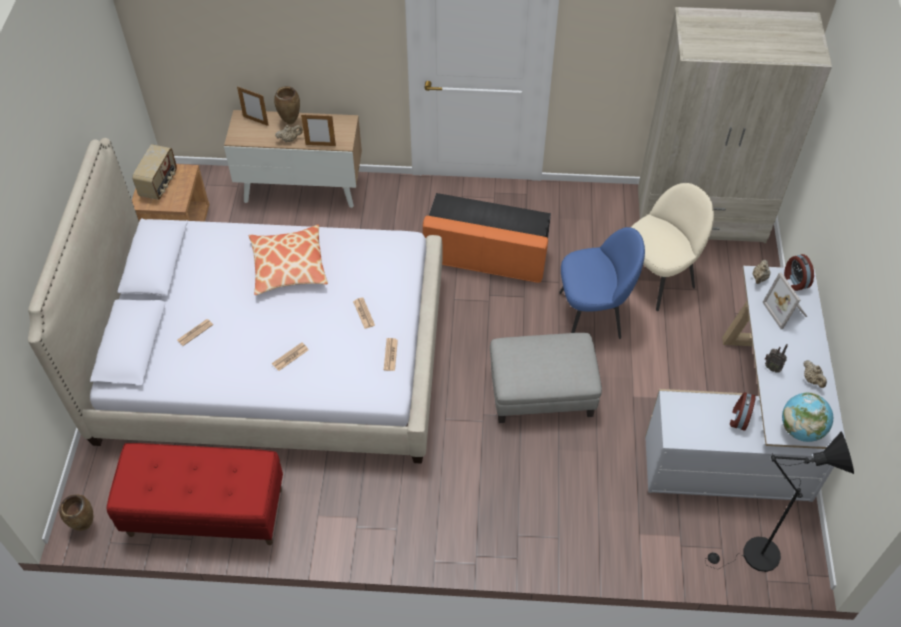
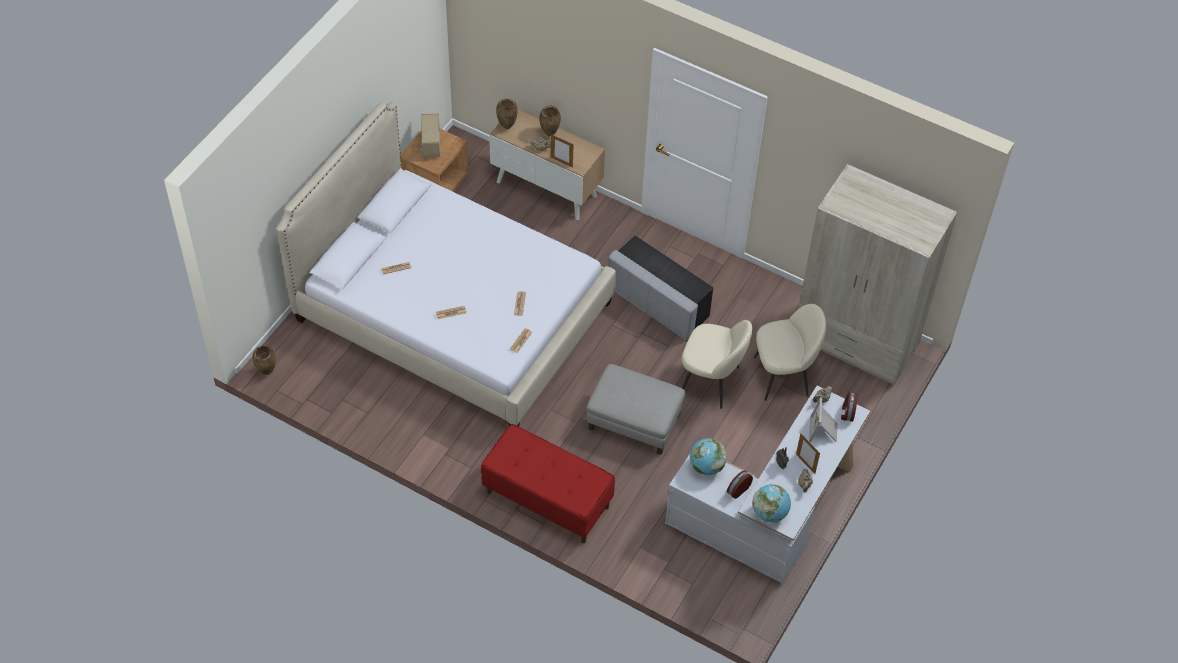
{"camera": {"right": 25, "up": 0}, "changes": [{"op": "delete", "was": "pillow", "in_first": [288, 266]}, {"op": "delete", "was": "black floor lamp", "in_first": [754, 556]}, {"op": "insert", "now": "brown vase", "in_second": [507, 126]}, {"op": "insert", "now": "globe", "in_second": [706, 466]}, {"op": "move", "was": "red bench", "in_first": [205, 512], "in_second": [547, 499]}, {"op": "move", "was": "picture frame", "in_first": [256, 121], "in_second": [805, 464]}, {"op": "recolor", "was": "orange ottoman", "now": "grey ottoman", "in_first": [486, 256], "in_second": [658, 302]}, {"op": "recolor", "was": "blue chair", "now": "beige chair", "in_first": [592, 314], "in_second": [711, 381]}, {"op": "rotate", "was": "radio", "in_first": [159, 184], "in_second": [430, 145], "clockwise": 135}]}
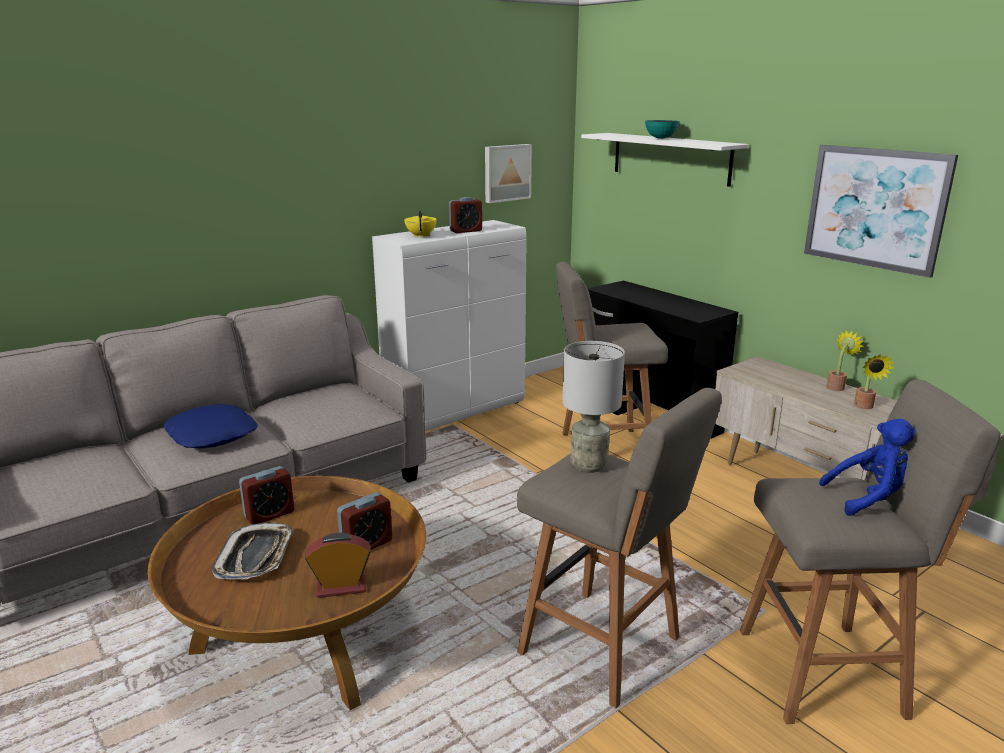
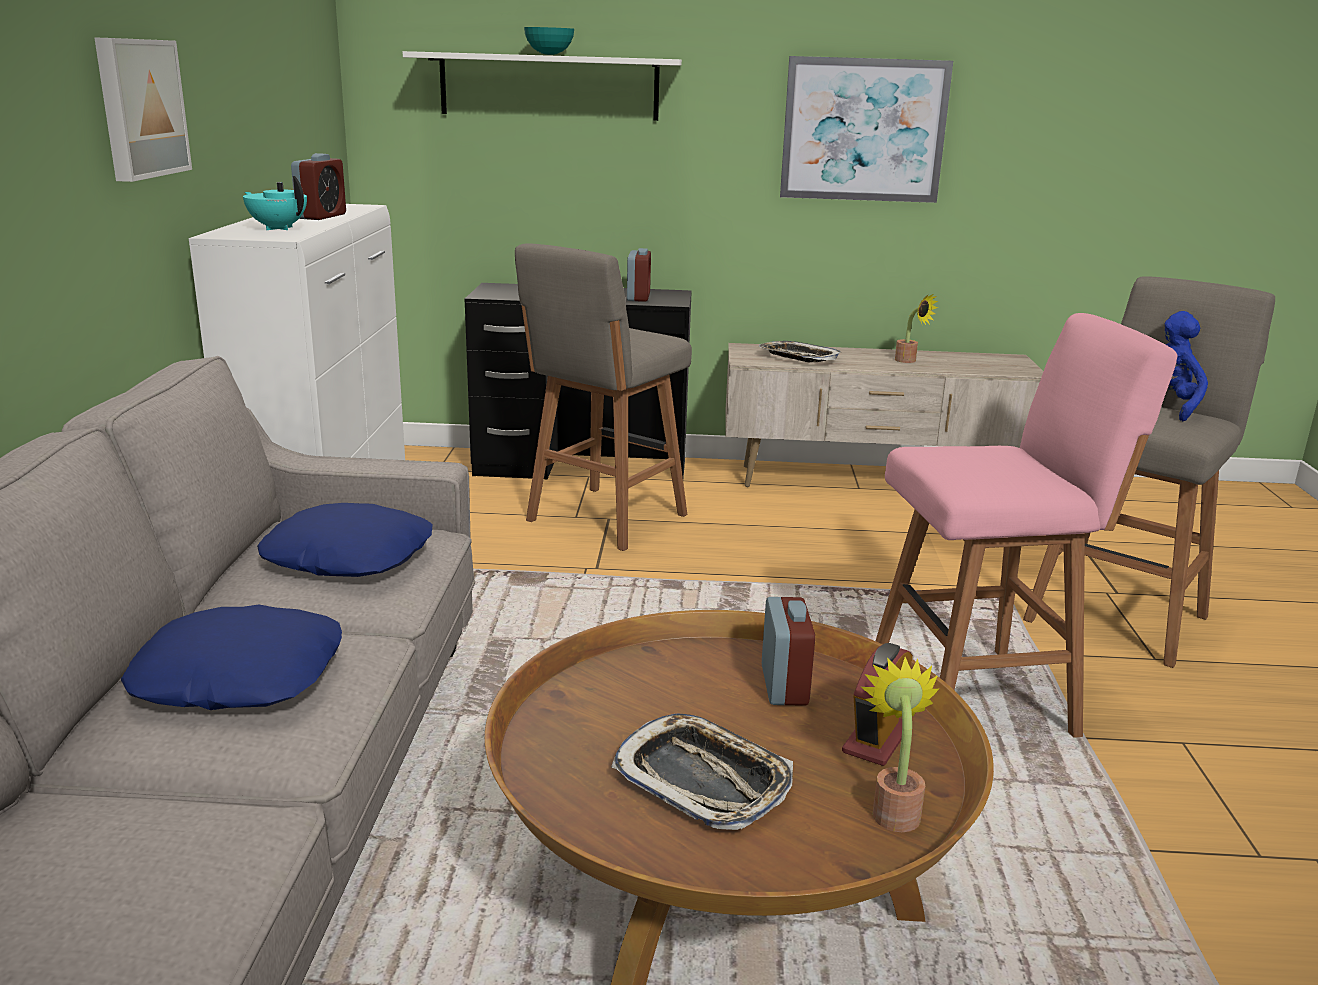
{"camera": {"right": -50, "up": 0}, "changes": [{"op": "delete", "was": "grey table lamp", "in_first": [588, 465]}, {"op": "insert", "now": "blue pillow", "in_second": [349, 556]}, {"op": "insert", "now": "tray", "in_second": [798, 357]}, {"op": "move", "was": "alarm clock", "in_first": [269, 514], "in_second": [638, 297]}, {"op": "move", "was": "picture", "in_first": [506, 173], "in_second": [139, 108]}, {"op": "move", "was": "potted plant", "in_first": [837, 386], "in_second": [894, 810]}, {"op": "recolor", "was": "yellow teapot", "now": "turquoise teapot", "in_first": [421, 236], "in_second": [278, 228]}, {"op": "recolor", "was": "grey stool", "now": "pink stool", "in_first": [604, 648], "in_second": [978, 697]}]}
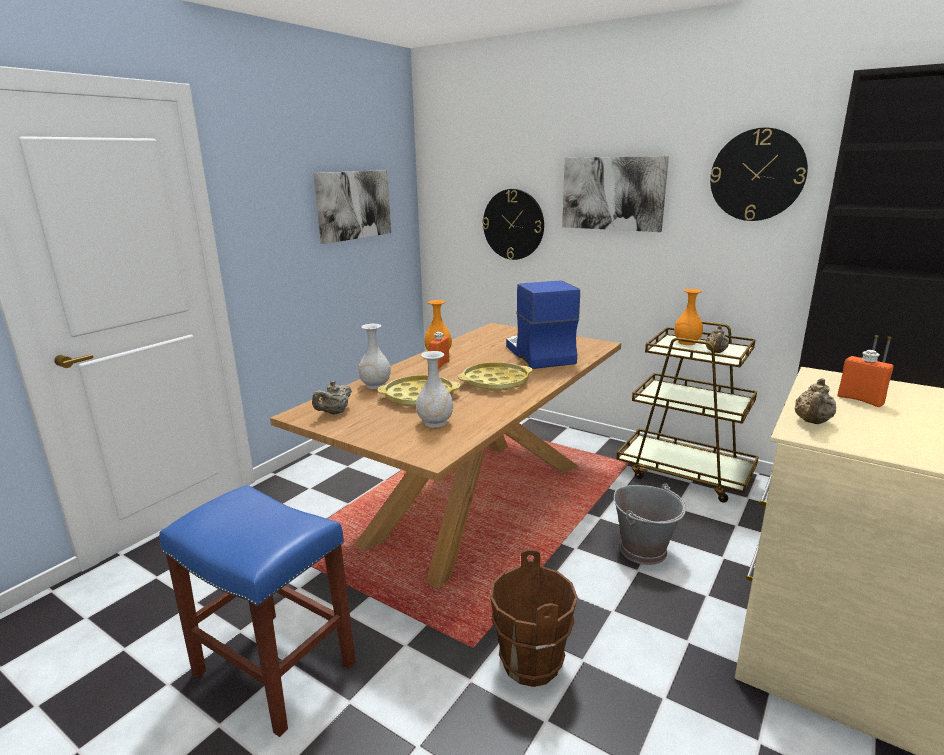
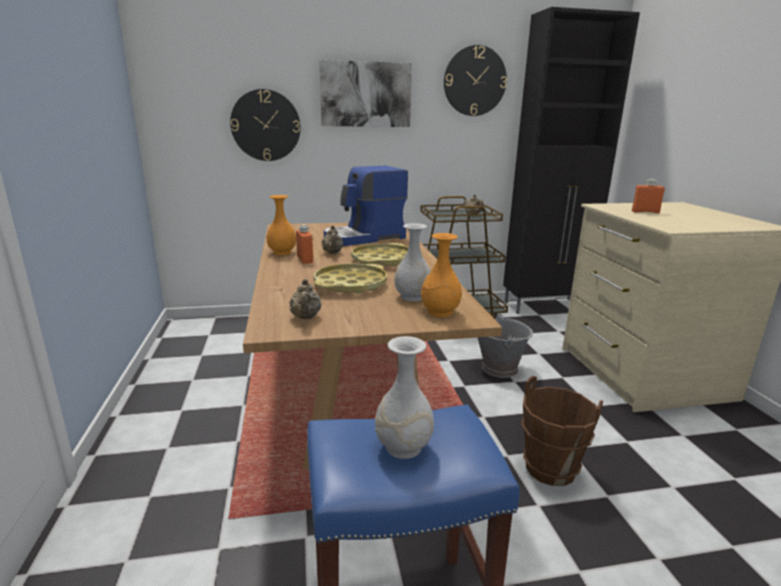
{"camera": {"right": -45, "up": 0}, "changes": [{"op": "delete", "was": "picture", "in_first": [353, 205]}, {"op": "move", "was": "white vase", "in_first": [375, 385], "in_second": [402, 447]}, {"op": "move", "was": "orange vase", "in_first": [686, 342], "in_second": [439, 312]}, {"op": "move", "was": "beige teapot", "in_first": [812, 422], "in_second": [332, 253]}, {"op": "rotate", "was": "coffee machine", "in_first": [538, 354], "in_second": [365, 237], "clockwise": -60}]}
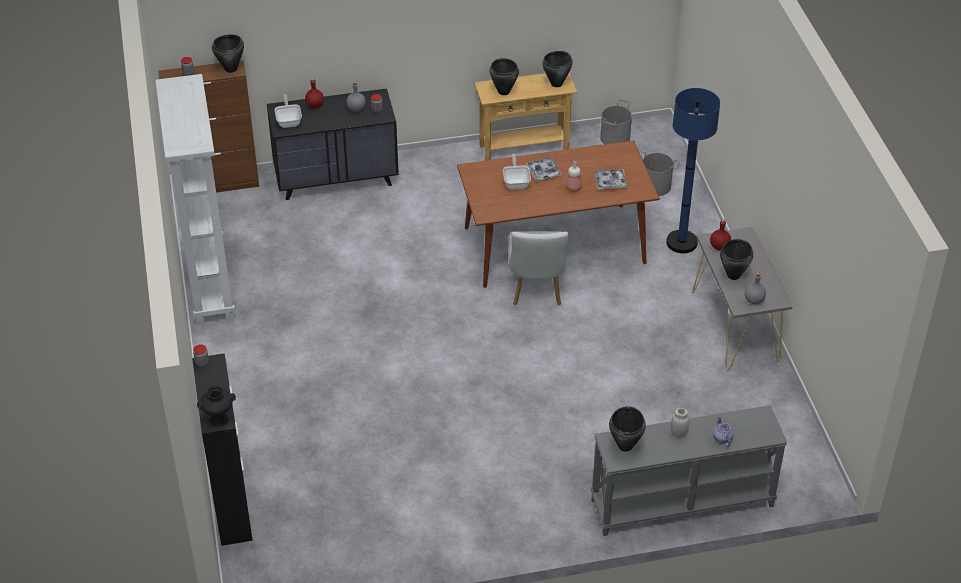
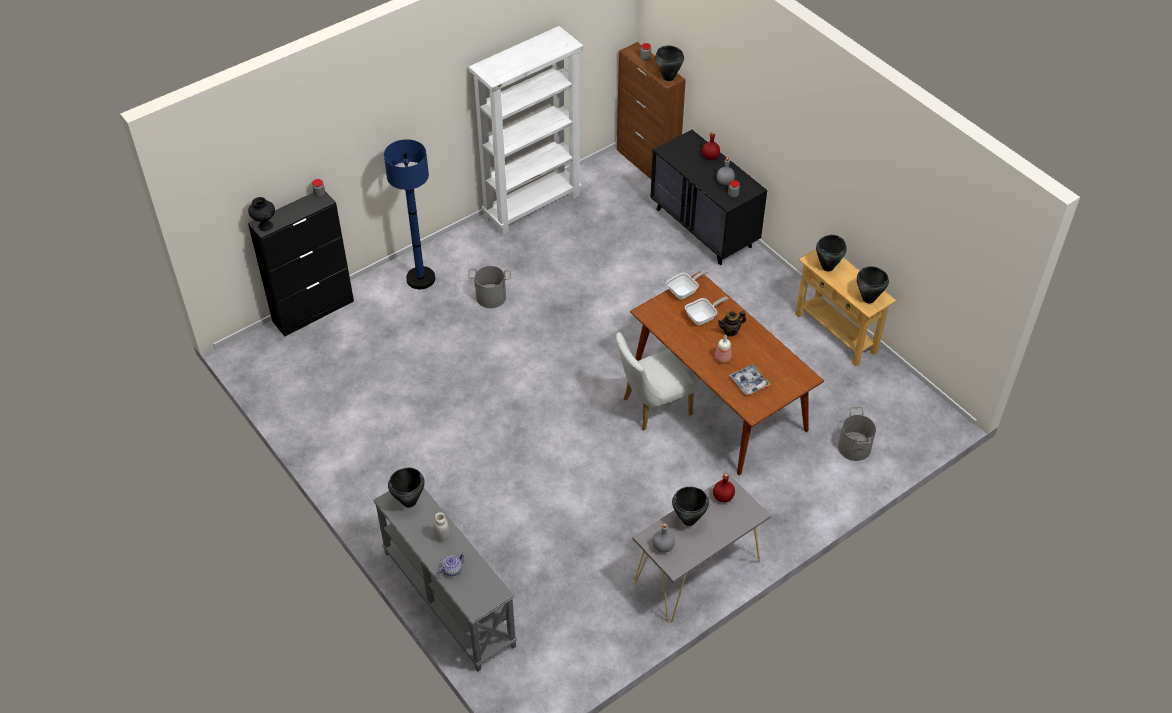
{"camera": {"right": 65, "up": 5}, "changes": [{"op": "move", "was": "frying pan", "in_first": [289, 121], "in_second": [684, 292]}, {"op": "move", "was": "grey bucket", "in_first": [615, 138], "in_second": [491, 297]}, {"op": "move", "was": "blue floor lamp", "in_first": [681, 242], "in_second": [421, 279]}, {"op": "replace", "was": "tray", "now": "teapot", "in_first": [543, 172], "in_second": [730, 331]}]}
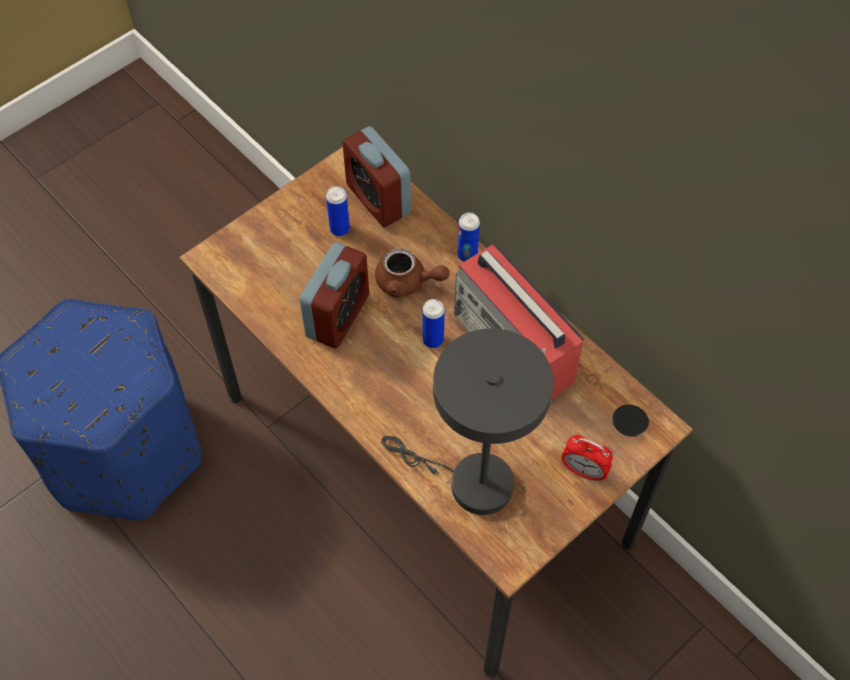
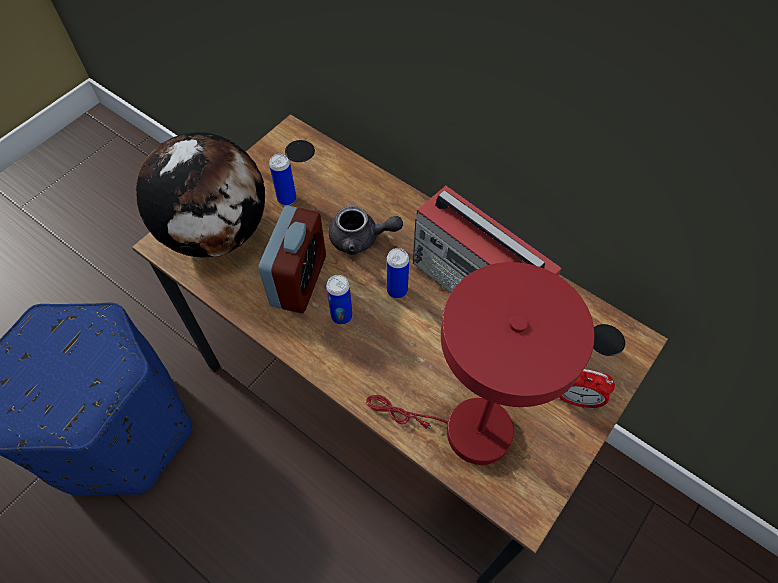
{"camera": {"right": -10, "up": 0}, "changes": [{"op": "delete", "was": "alarm clock", "in_first": [378, 199]}, {"op": "insert", "now": "globe", "in_second": [217, 232]}, {"op": "move", "was": "can", "in_first": [467, 255], "in_second": [341, 316]}, {"op": "recolor", "was": "brown teapot", "now": "grey teapot", "in_first": [407, 282], "in_second": [361, 239]}, {"op": "recolor", "was": "grey table lamp", "now": "red table lamp", "in_first": [470, 482], "in_second": [466, 430]}]}
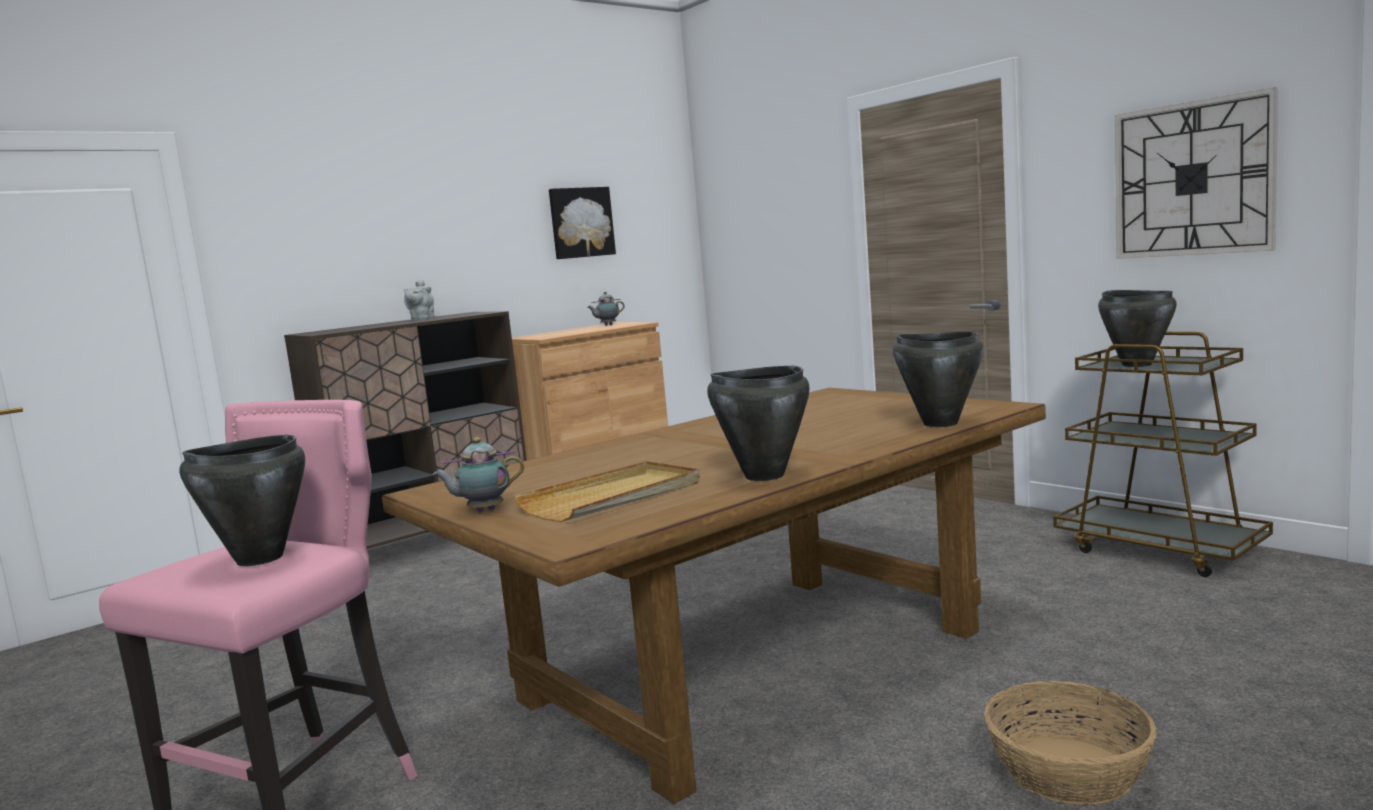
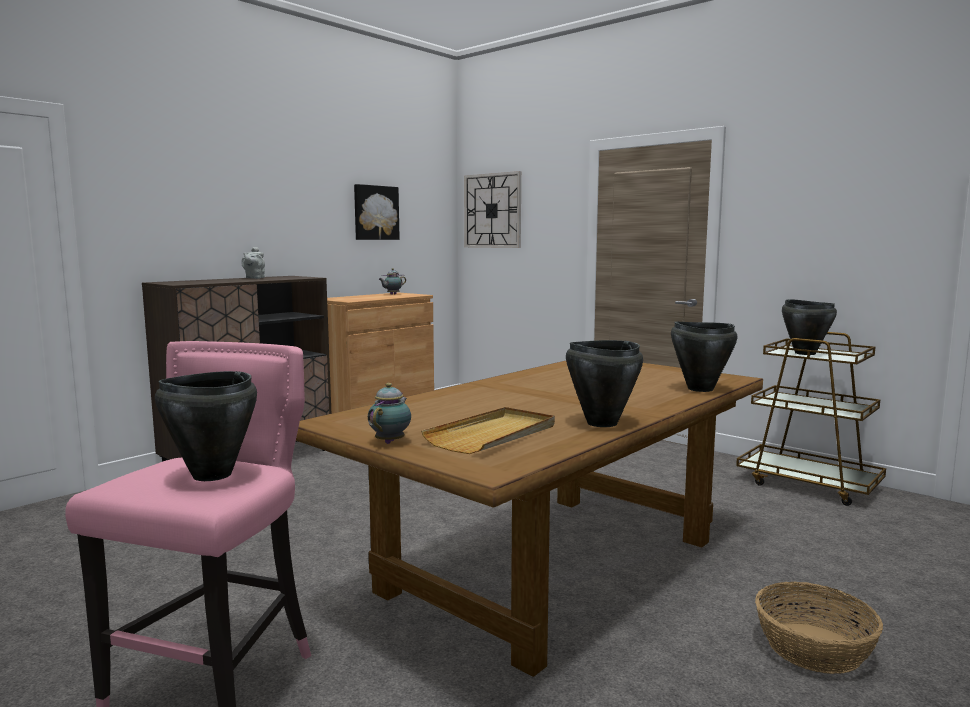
{"camera": {"right": -10, "up": 0}, "changes": [{"op": "move", "was": "wall clock", "in_first": [1192, 179], "in_second": [492, 210]}, {"op": "rotate", "was": "teapot", "in_first": [483, 511], "in_second": [391, 441], "clockwise": 135}]}
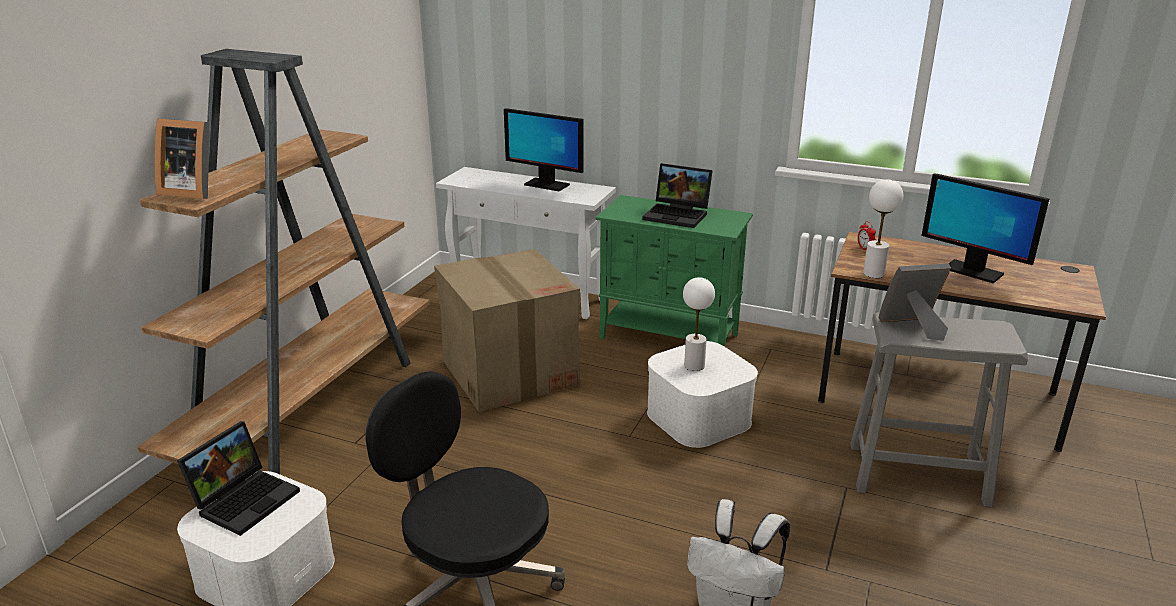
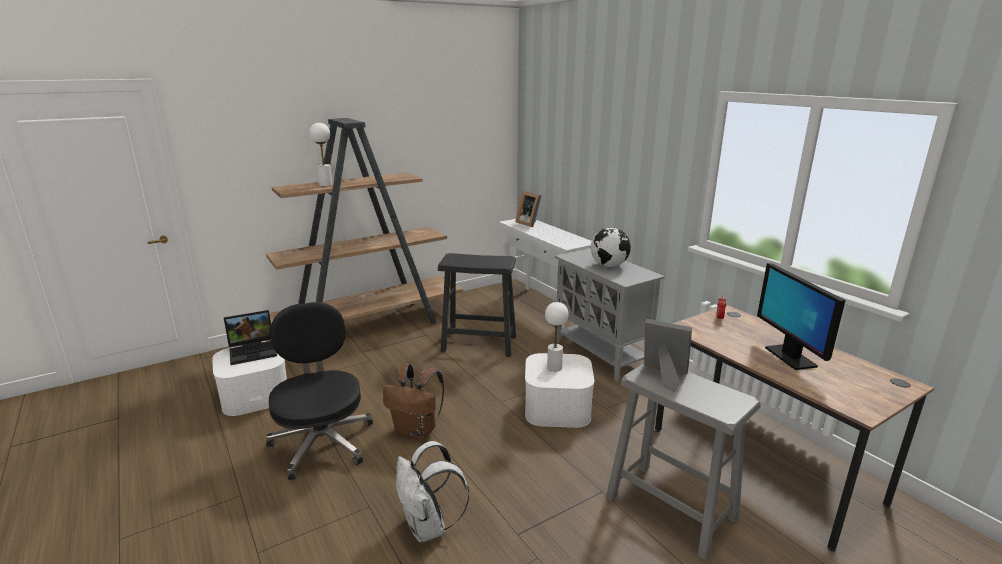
{"camera": {"right": 35, "up": -5}, "changes": [{"op": "delete", "was": "monitor", "in_first": [546, 185]}, {"op": "insert", "now": "brown backpack", "in_second": [417, 431]}, {"op": "move", "was": "picture frame", "in_first": [192, 191], "in_second": [529, 223]}, {"op": "move", "was": "white table lamp", "in_first": [874, 273], "in_second": [326, 185]}, {"op": "replace", "was": "cardboard box", "now": "black stool", "in_first": [509, 372], "in_second": [480, 343]}, {"op": "replace", "was": "laptop", "now": "globe", "in_first": [678, 215], "in_second": [609, 266]}, {"op": "recolor", "was": "green cabinet", "now": "grey cabinet", "in_first": [670, 337], "in_second": [601, 355]}]}
